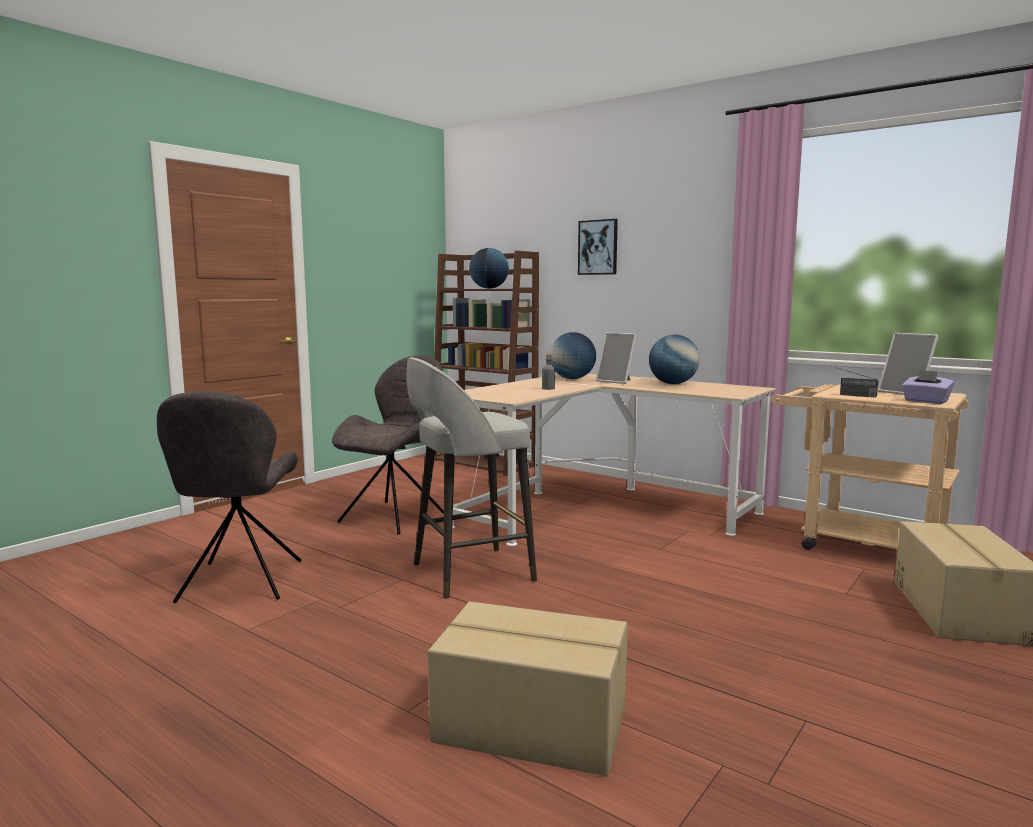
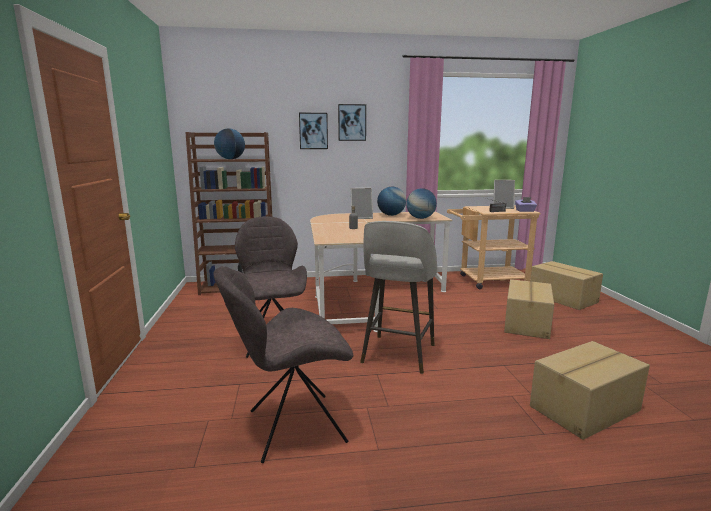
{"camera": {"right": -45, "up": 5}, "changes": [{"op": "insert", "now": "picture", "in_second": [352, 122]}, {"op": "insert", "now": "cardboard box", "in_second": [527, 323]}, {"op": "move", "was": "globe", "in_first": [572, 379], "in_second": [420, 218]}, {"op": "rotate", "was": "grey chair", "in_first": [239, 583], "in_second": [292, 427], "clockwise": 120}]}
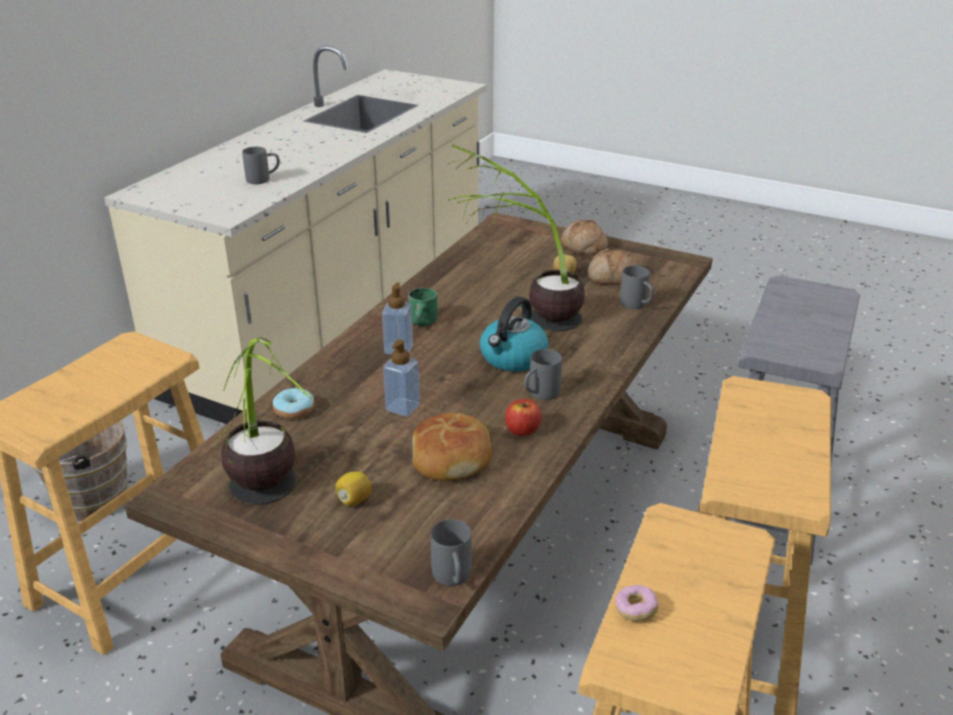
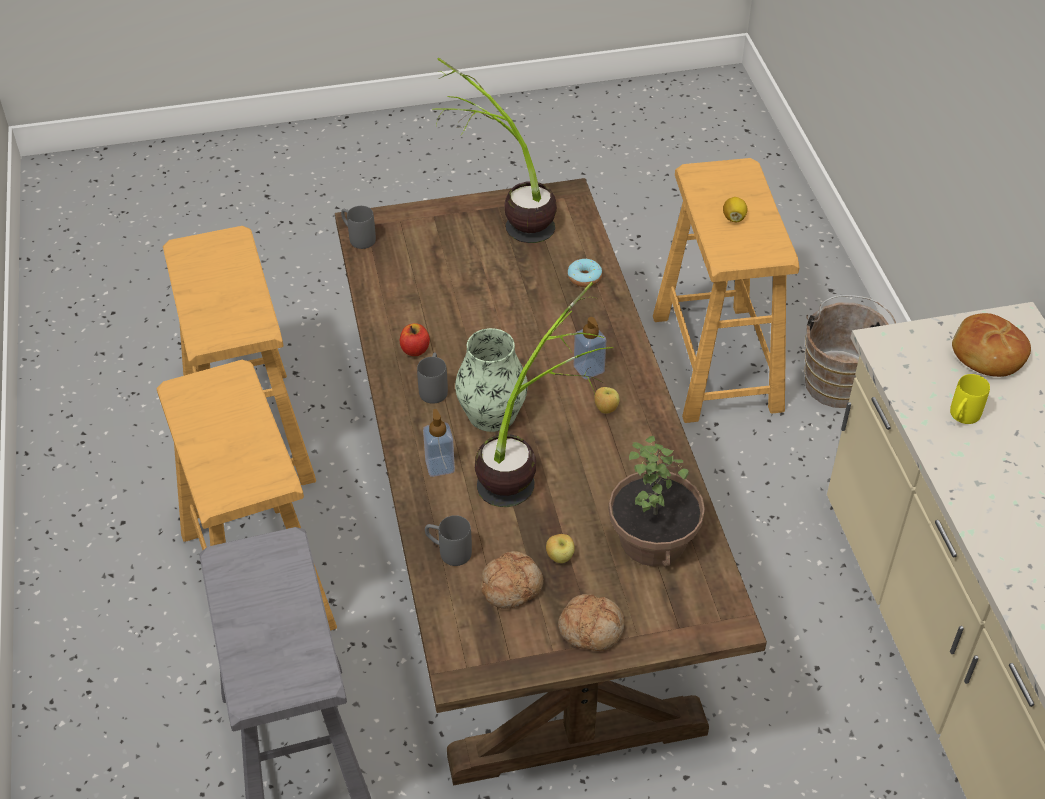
{"camera": {"right": 140, "up": 15}, "changes": [{"op": "delete", "was": "donut", "in_first": [635, 610]}, {"op": "insert", "now": "potted plant", "in_second": [654, 539]}, {"op": "move", "was": "lemon", "in_first": [354, 500], "in_second": [734, 218]}, {"op": "move", "was": "soap dispenser", "in_first": [403, 407], "in_second": [440, 466]}, {"op": "move", "was": "bread", "in_first": [452, 457], "in_second": [987, 354]}, {"op": "replace", "was": "green mug", "now": "apple", "in_first": [425, 323], "in_second": [605, 409]}, {"op": "replace", "was": "kettle", "now": "vase", "in_first": [513, 358], "in_second": [491, 413]}, {"op": "recolor", "was": "grey mug", "now": "yellow mug", "in_first": [263, 179], "in_second": [961, 417]}]}
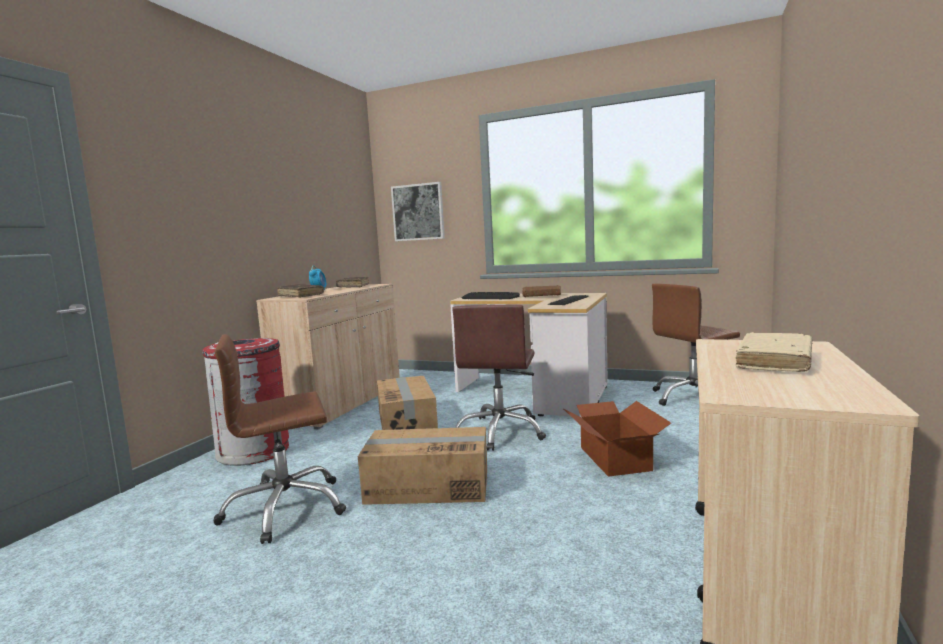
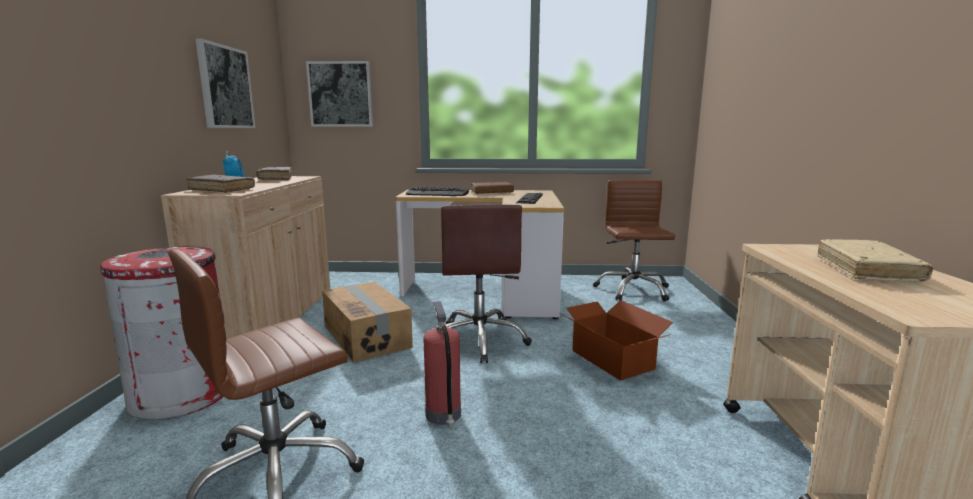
{"camera": {"right": -20, "up": 5}, "changes": [{"op": "insert", "now": "picture", "in_second": [225, 87]}, {"op": "replace", "was": "cardboard box", "now": "fire extinguisher", "in_first": [428, 485], "in_second": [443, 415]}, {"op": "rotate", "was": "brown office chair", "in_first": [693, 398], "in_second": [632, 290], "clockwise": 135}]}
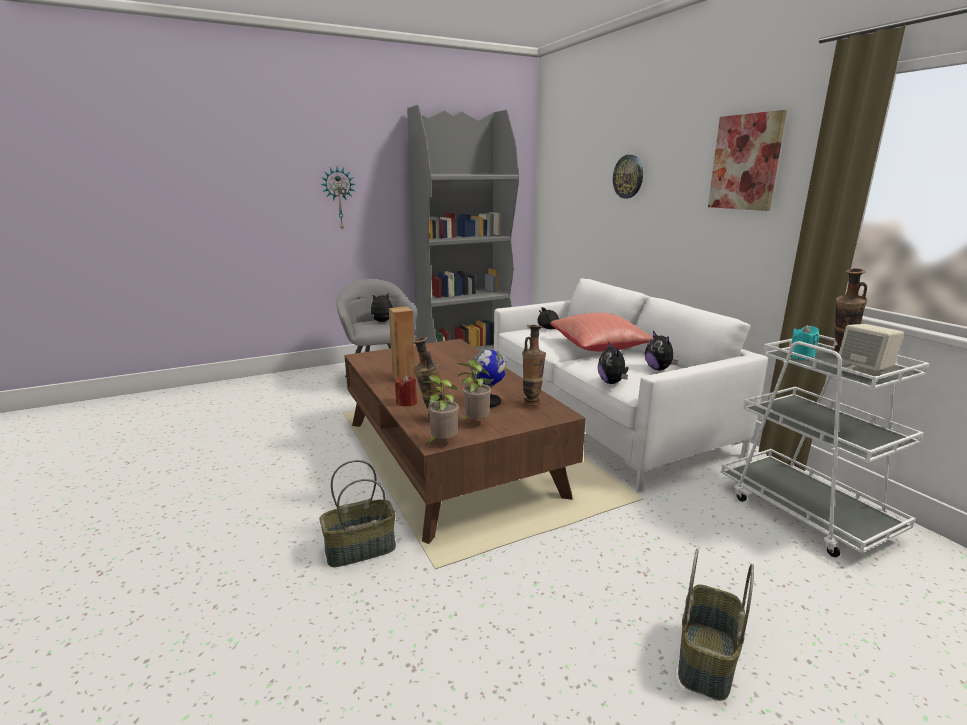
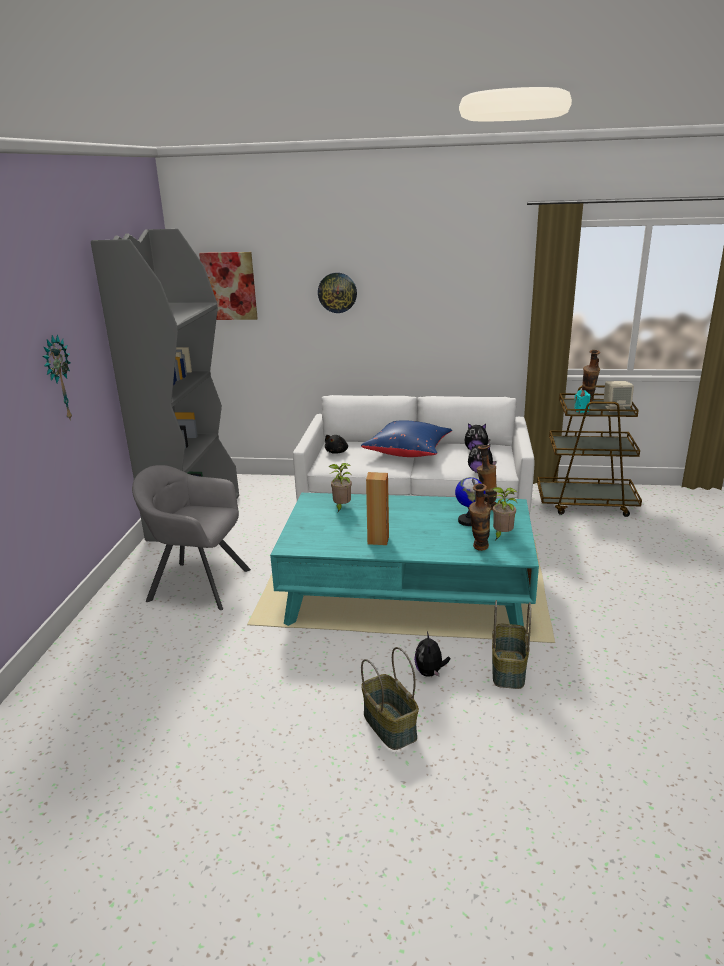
{"camera": {"right": -55, "up": 5}, "changes": [{"op": "delete", "was": "red candle", "in_first": [407, 402]}, {"op": "move", "was": "plush toy", "in_first": [383, 322], "in_second": [430, 672]}, {"op": "move", "was": "potted plant", "in_first": [442, 443], "in_second": [341, 507]}, {"op": "move", "was": "basket", "in_first": [707, 661], "in_second": [391, 726]}, {"op": "move", "was": "picture", "in_first": [745, 162], "in_second": [229, 286]}, {"op": "recolor", "was": "brown coffee table", "now": "turquoise coffee table", "in_first": [449, 457], "in_second": [407, 593]}, {"op": "recolor", "was": "red pillow", "now": "blue pillow", "in_first": [600, 348], "in_second": [408, 452]}, {"op": "recolor", "was": "white cart", "now": "brown cart", "in_first": [806, 512], "in_second": [586, 503]}]}
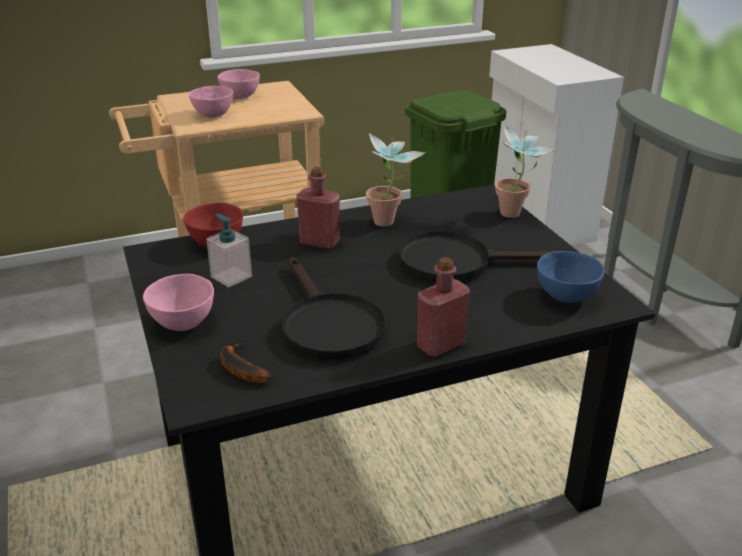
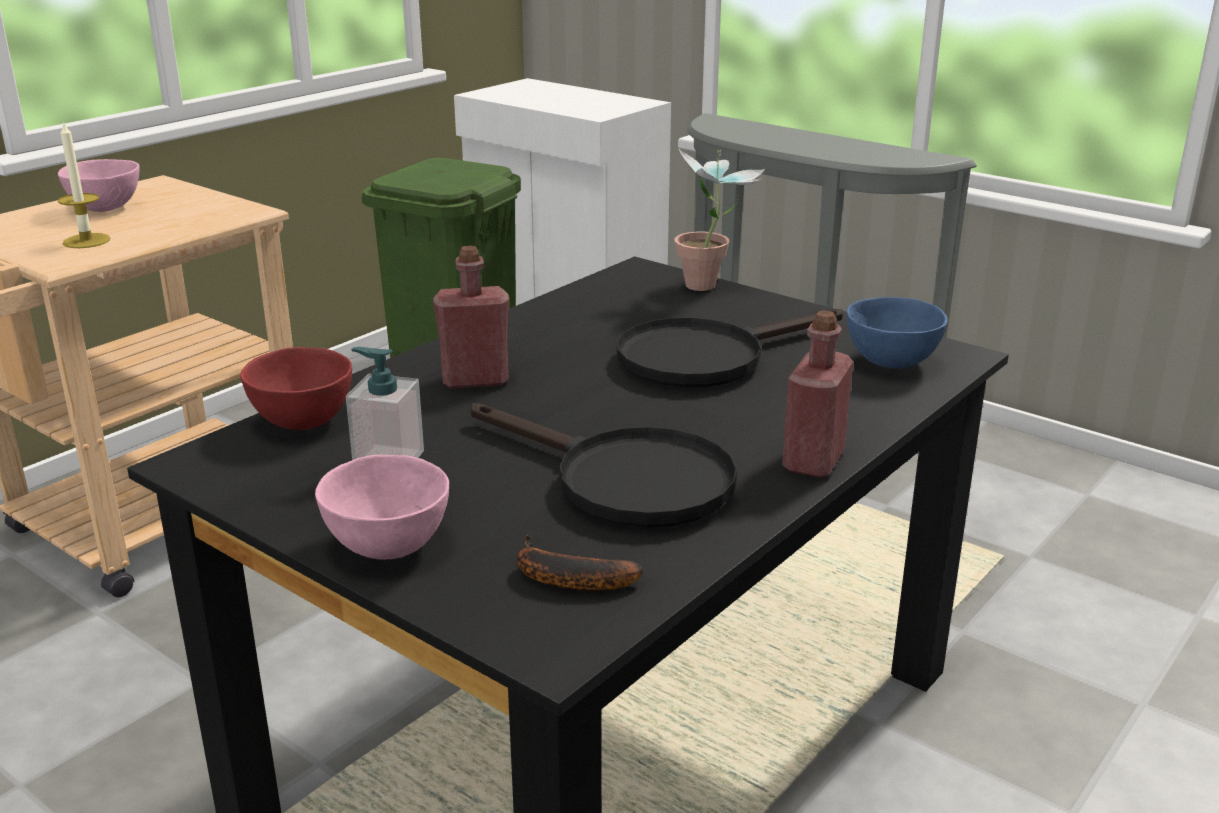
{"camera": {"right": -30, "up": -5}, "changes": [{"op": "delete", "was": "potted plant", "in_first": [390, 224]}, {"op": "replace", "was": "pink bowl", "now": "candle", "in_first": [212, 115], "in_second": [86, 241]}]}
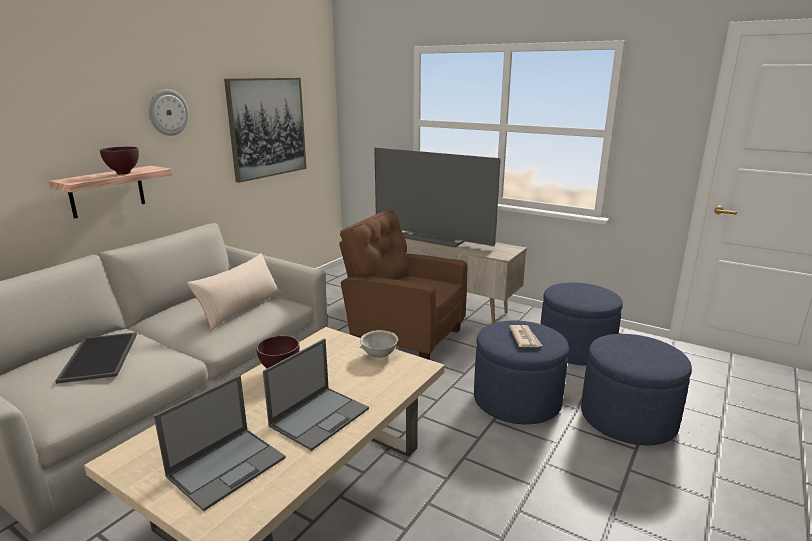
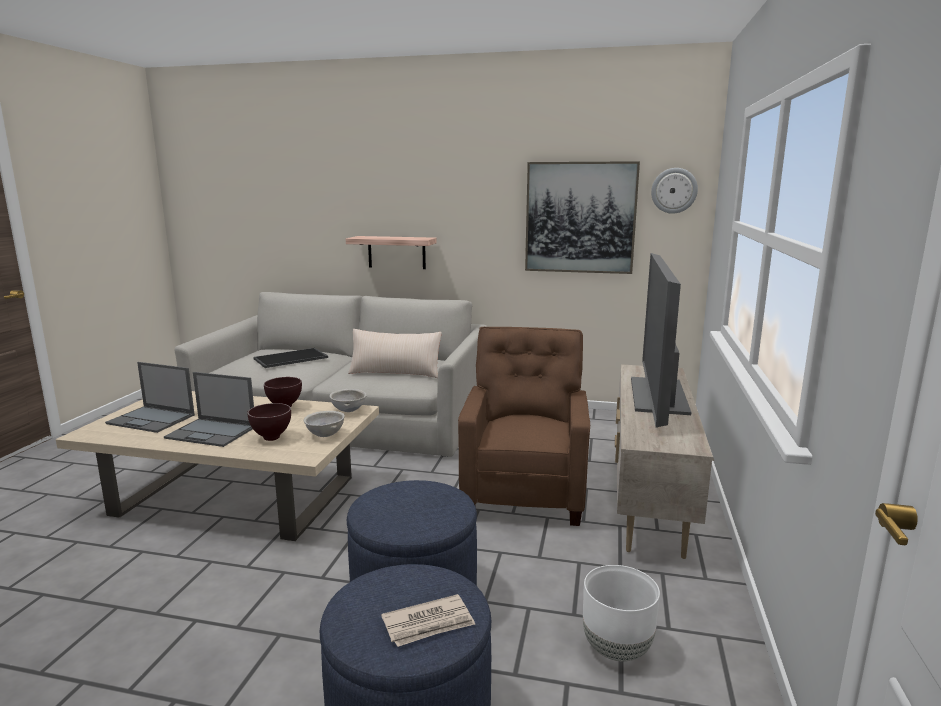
{"camera": {"right": 70, "up": -5}, "changes": [{"op": "insert", "now": "grey bowl", "in_second": [349, 411]}, {"op": "move", "was": "brown bowl", "in_first": [123, 173], "in_second": [272, 438]}, {"op": "move", "was": "wall clock", "in_first": [168, 112], "in_second": [674, 190]}, {"op": "move", "was": "newspaper", "in_first": [525, 338], "in_second": [429, 624]}, {"op": "replace", "was": "blue ottoman", "now": "white planter", "in_first": [575, 349], "in_second": [616, 648]}]}
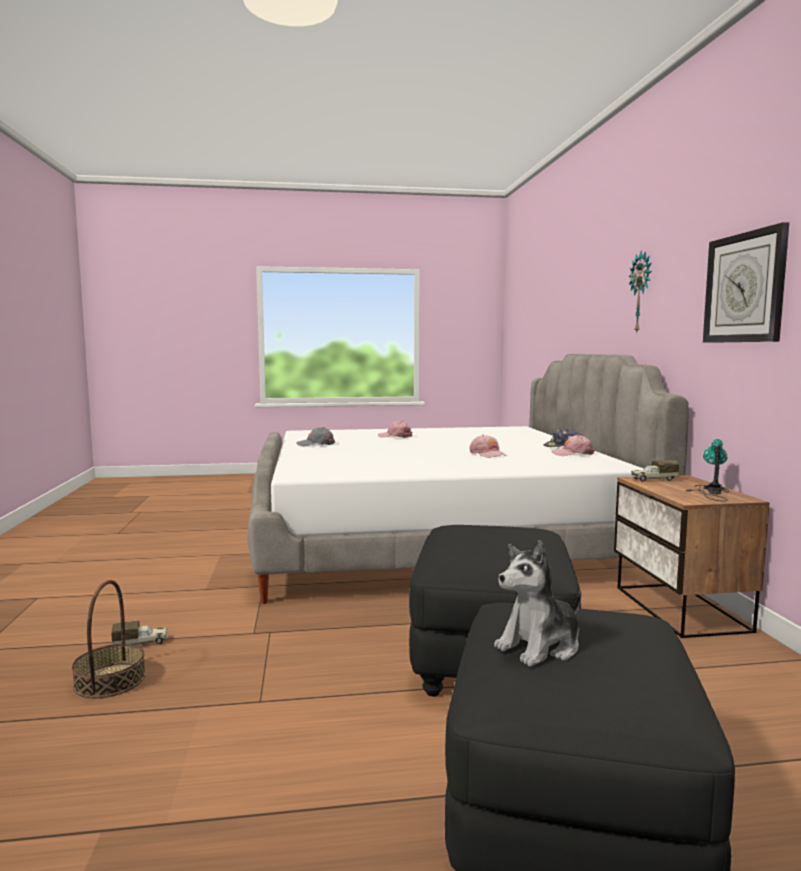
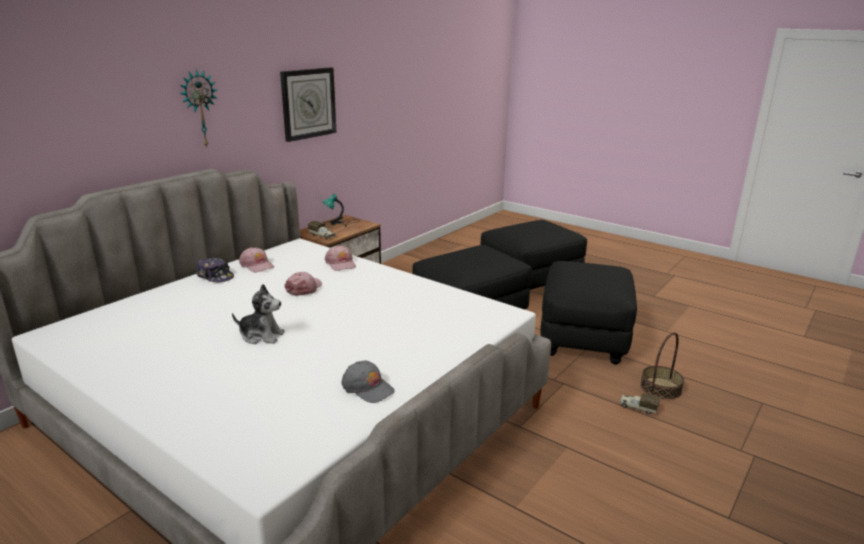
{"camera": {"right": -135, "up": 15}, "changes": [{"op": "insert", "now": "black ottoman", "in_second": [583, 338]}, {"op": "move", "was": "pink cap", "in_first": [395, 436], "in_second": [341, 264]}, {"op": "move", "was": "plush toy", "in_first": [540, 646], "in_second": [261, 336]}]}
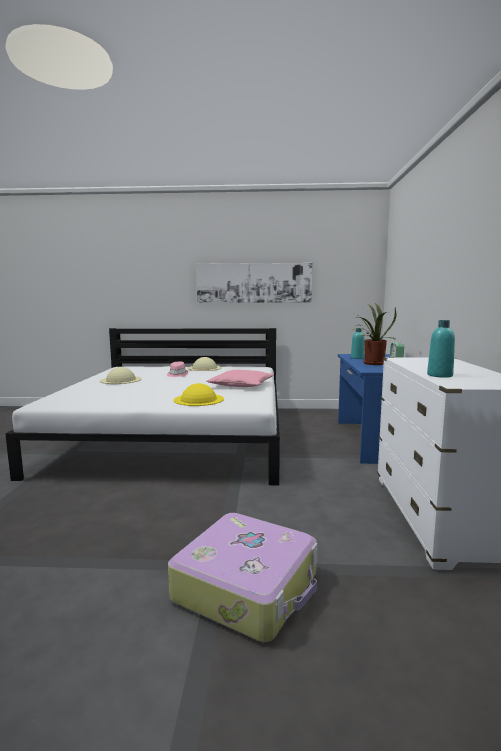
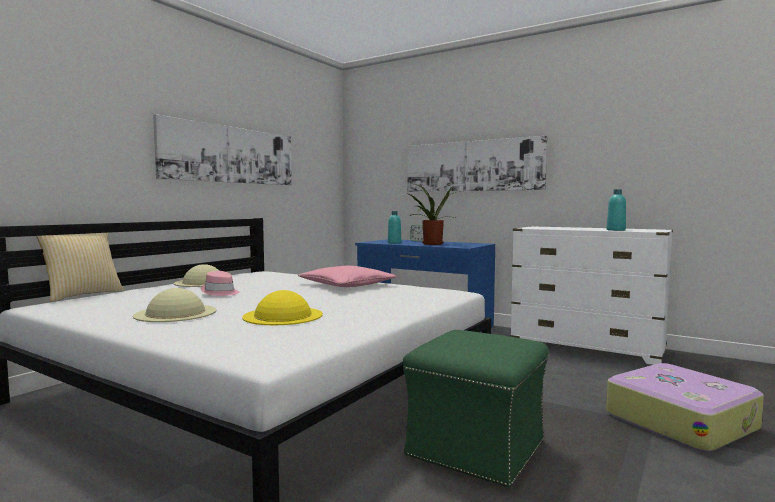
{"camera": {"right": -60, "up": -5}, "changes": [{"op": "insert", "now": "pillow", "in_second": [82, 295]}, {"op": "insert", "now": "green ottoman", "in_second": [476, 447]}, {"op": "insert", "now": "picture", "in_second": [472, 166]}, {"op": "move", "was": "yellow hat", "in_first": [198, 399], "in_second": [283, 315]}]}
